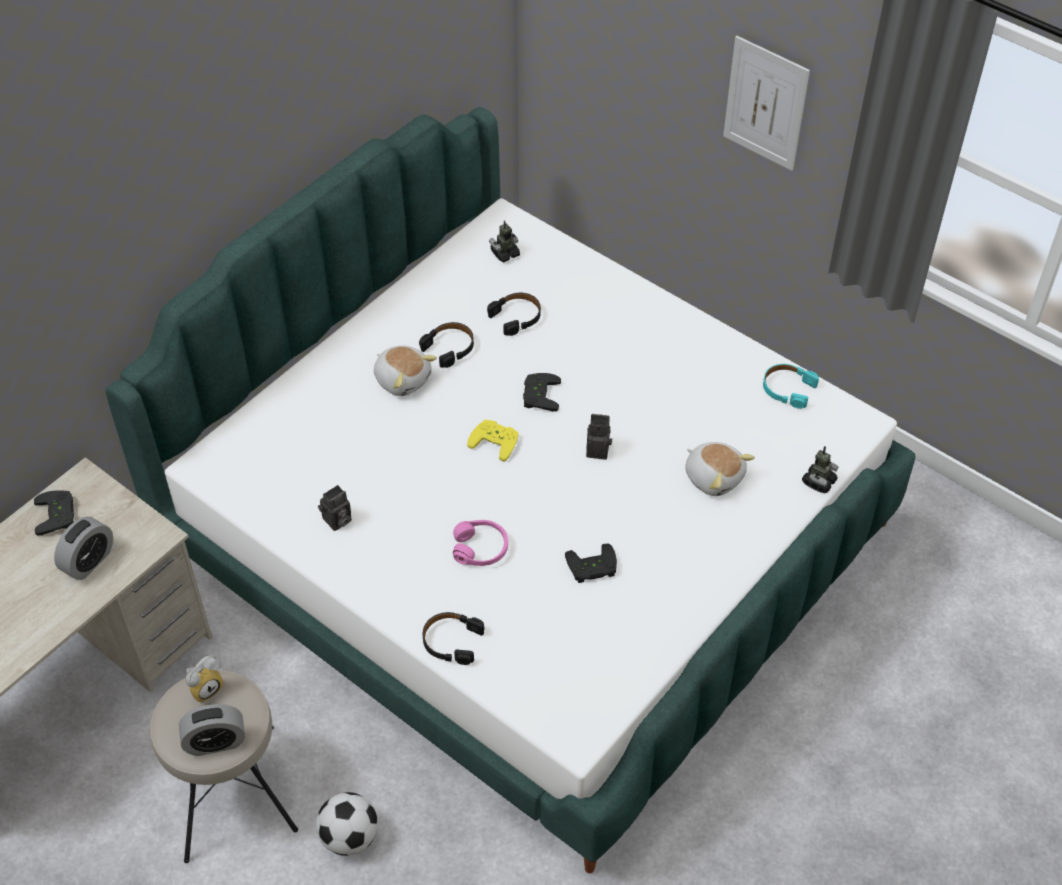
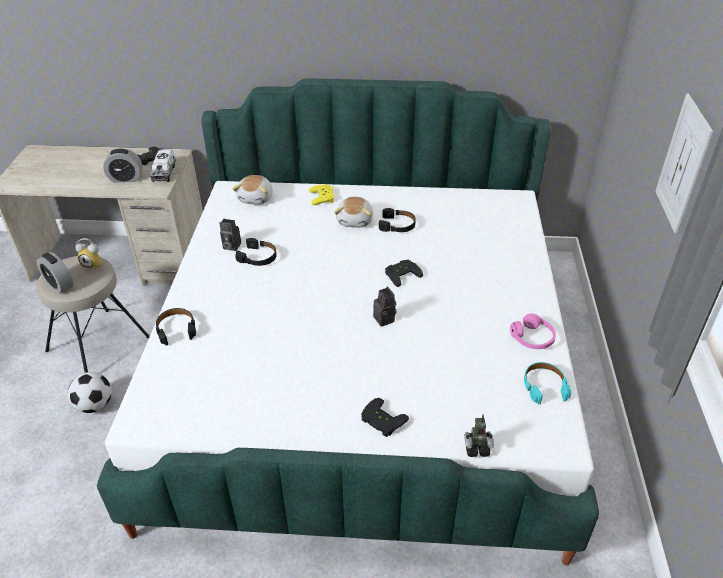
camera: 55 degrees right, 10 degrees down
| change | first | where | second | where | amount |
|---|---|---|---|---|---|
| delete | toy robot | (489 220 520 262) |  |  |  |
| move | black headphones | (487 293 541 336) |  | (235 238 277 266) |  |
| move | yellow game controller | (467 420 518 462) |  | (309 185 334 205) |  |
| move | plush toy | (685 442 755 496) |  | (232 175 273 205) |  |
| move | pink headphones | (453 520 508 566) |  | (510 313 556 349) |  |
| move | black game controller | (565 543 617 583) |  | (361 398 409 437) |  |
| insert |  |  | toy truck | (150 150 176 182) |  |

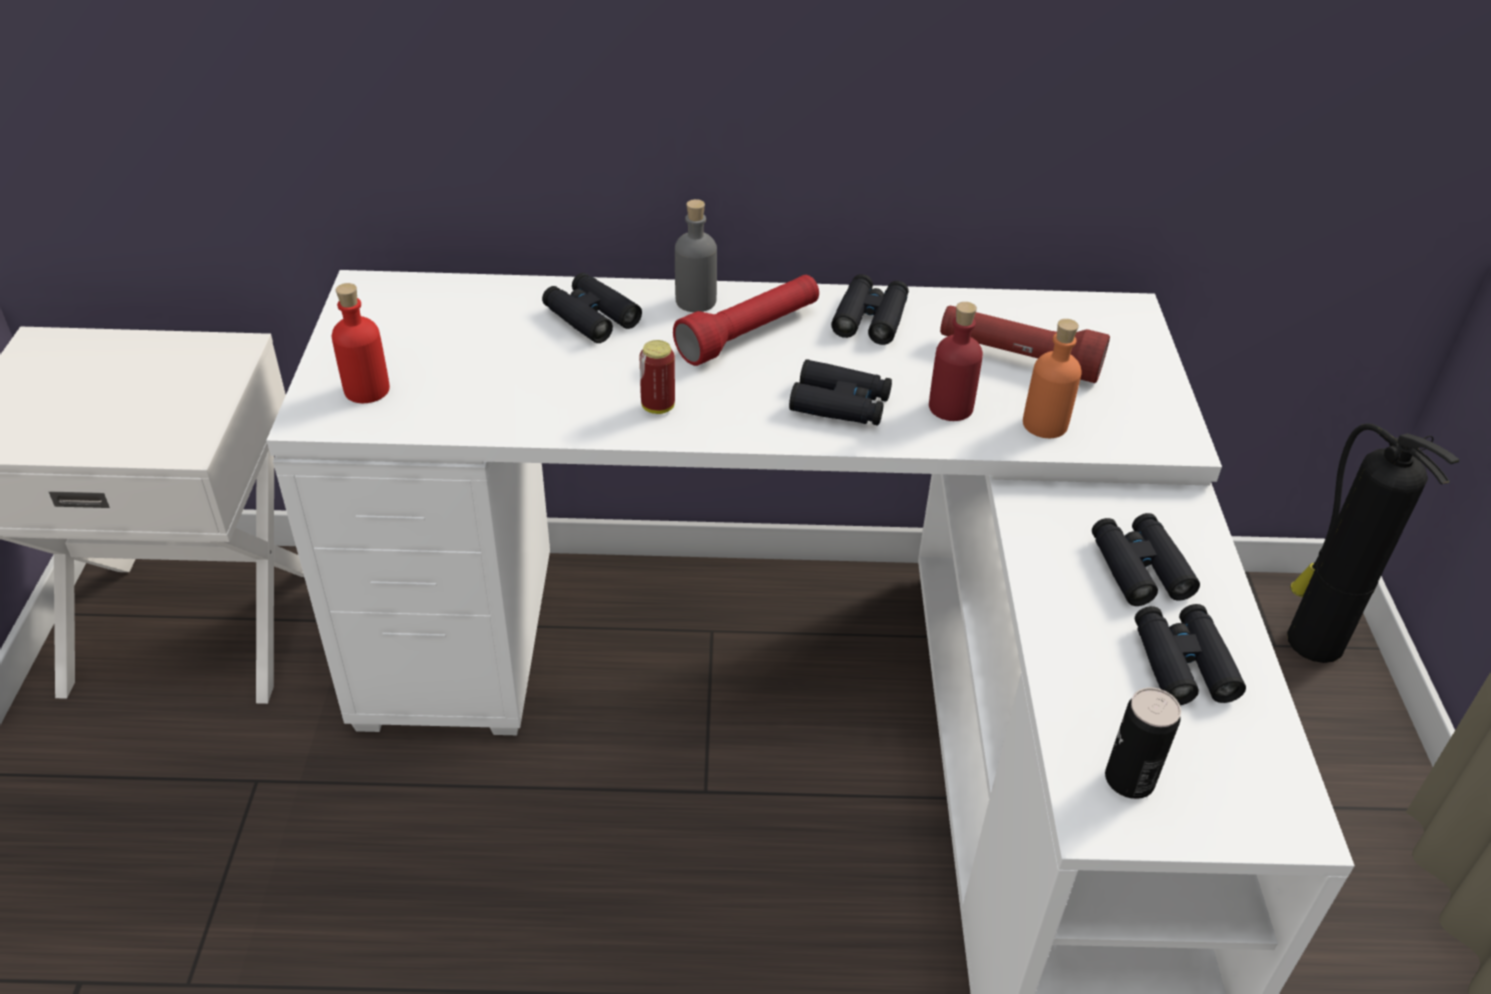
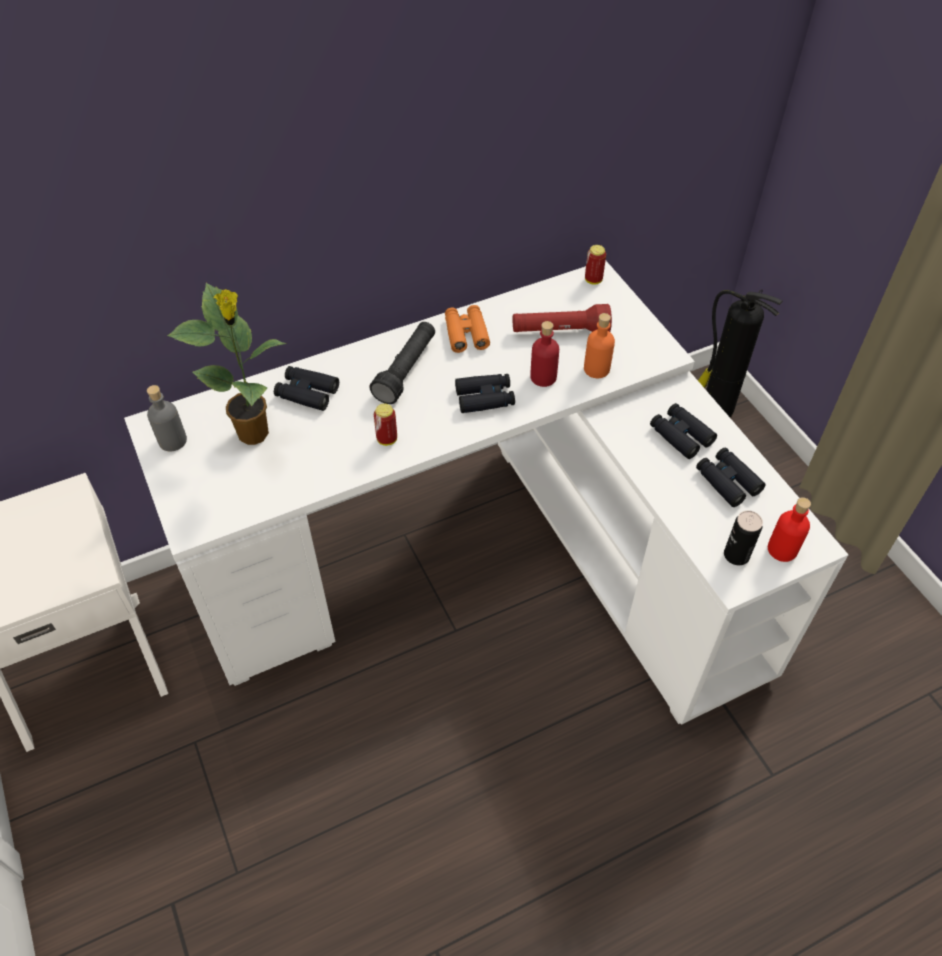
camera: 25 degrees left, 10 degrees up
| change | first | where | second | where | amount |
|---|---|---|---|---|---|
| move | grey bottle | (675 199 717 312) |  | (147 385 187 452) |  |
| recolor | black binoculars | (831 274 909 345) | orange binoculars | (445 305 490 353) |  |
| recolor | red flashlight | (673 275 819 366) | black flashlight | (370 322 435 404) |  |
| move | red bottle | (332 283 390 403) |  | (768 497 811 562) |  |
| insert |  |  | can | (585 245 606 285) |  |
| insert |  |  | potted plant | (167 283 287 445) |  |

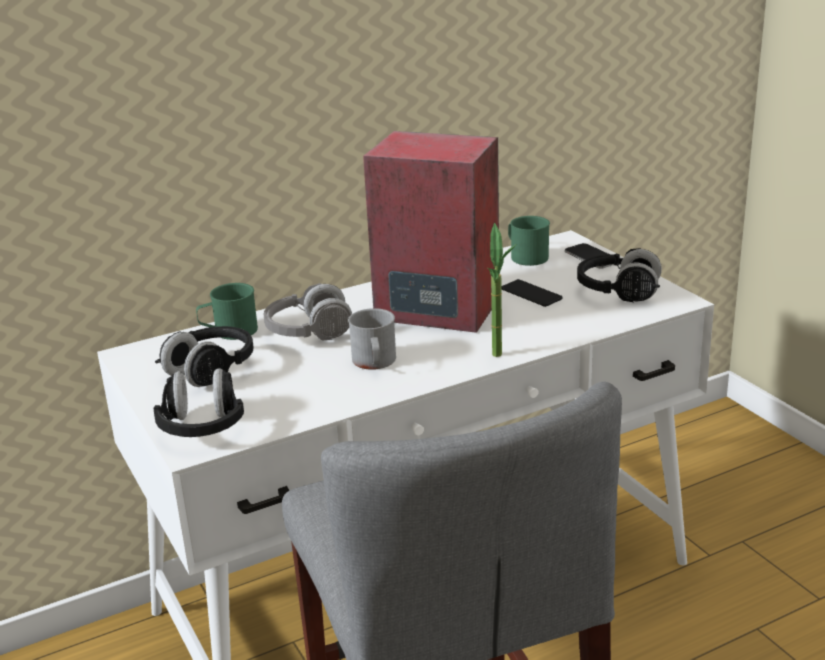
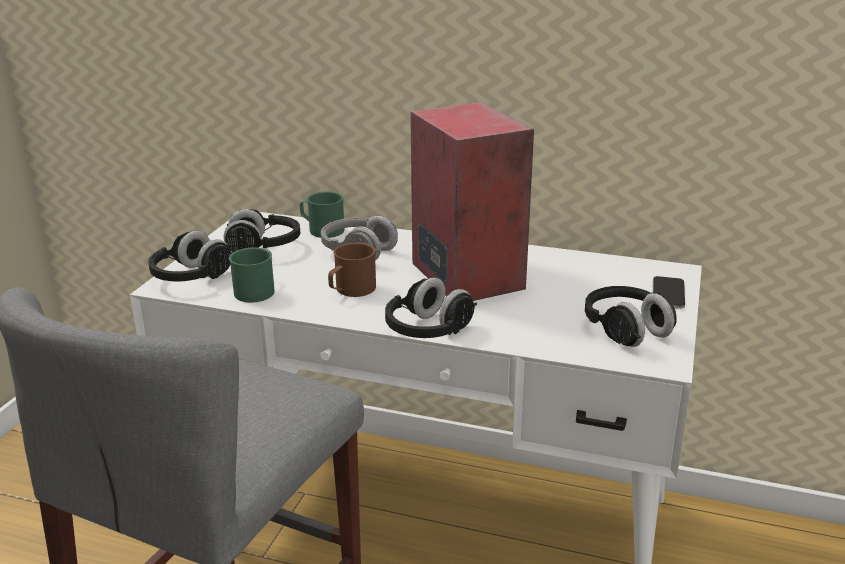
camera: 45 degrees right, 0 degrees up
| change | first | where | second | where | amount |
|---|---|---|---|---|---|
| move | green mug | (508 216 550 266) |  | (229 247 275 303) |  |
| replace | potted plant | (488 223 517 357) | black headphones | (385 277 477 338) |  |
| delete | phone | (501 279 562 307) |  |  |  |
| recolor | grey mug | (348 308 396 370) | brown mug | (328 242 376 297) |  |

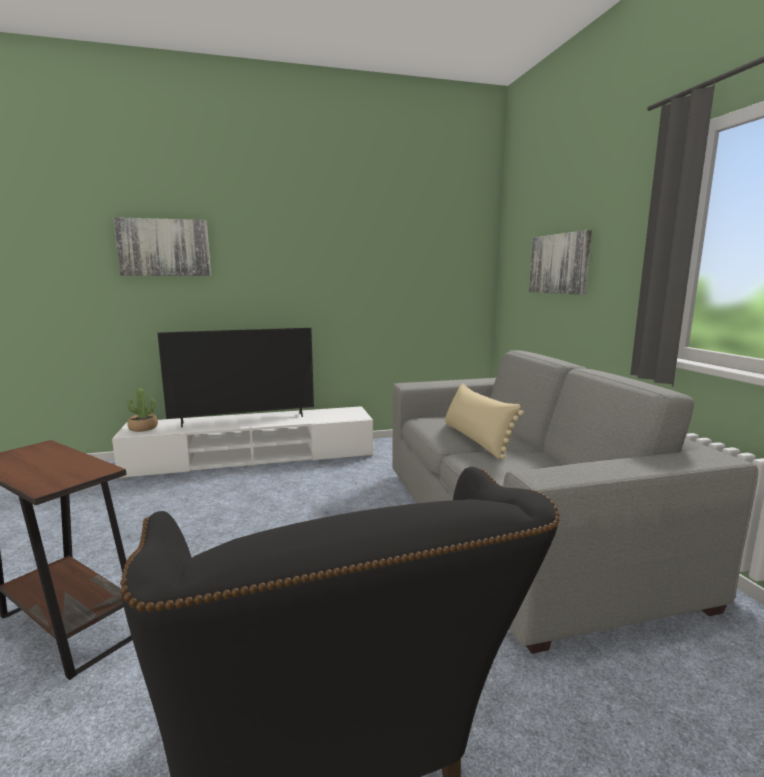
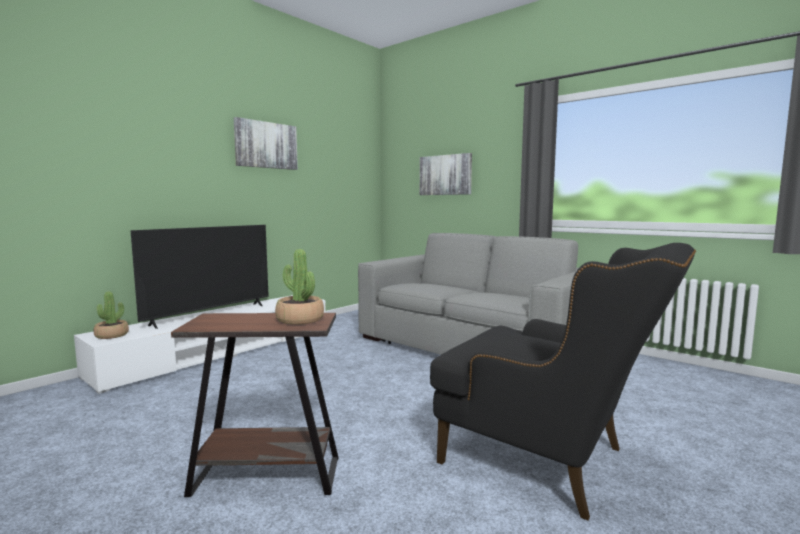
camera: 35 degrees left, 5 degrees down
| change | first | where | second | where | amount |
|---|---|---|---|---|---|
| move | picture | (113 217 211 276) |  | (234 117 298 170) |  |
| delete | beige pillow | (445 383 523 459) |  |  |  |
| insert |  |  | potted plant | (275 249 324 325) |  |

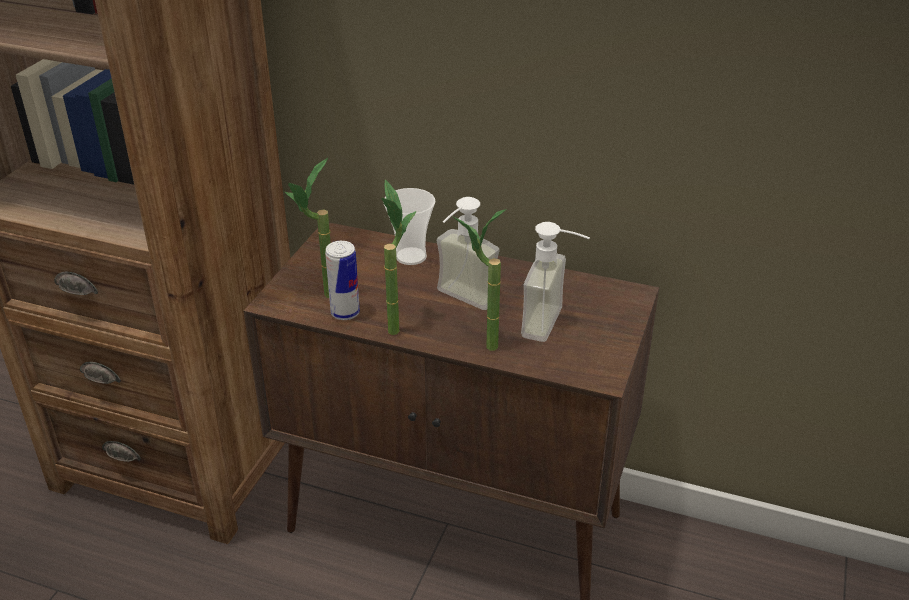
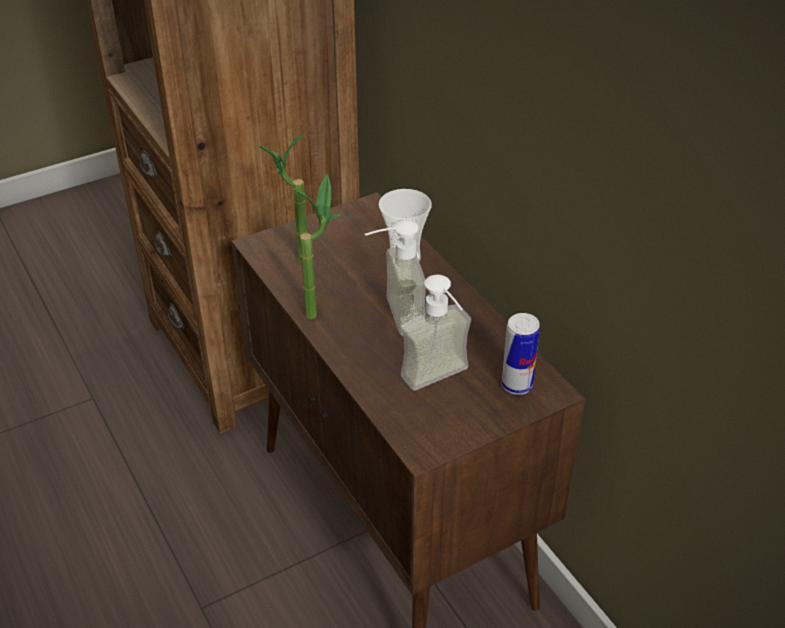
camera: 40 degrees right, 5 degrees up
| change | first | where | second | where | amount |
|---|---|---|---|---|---|
| delete | potted plant | (452 209 507 351) |  |  |  |
| move | can | (325 241 360 320) |  | (502 313 540 395) |  |

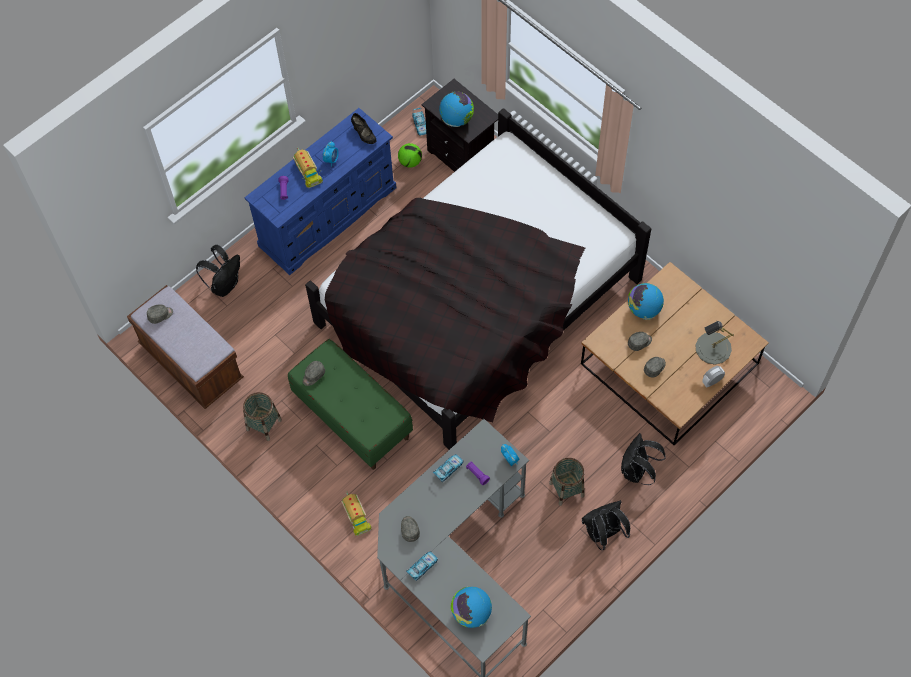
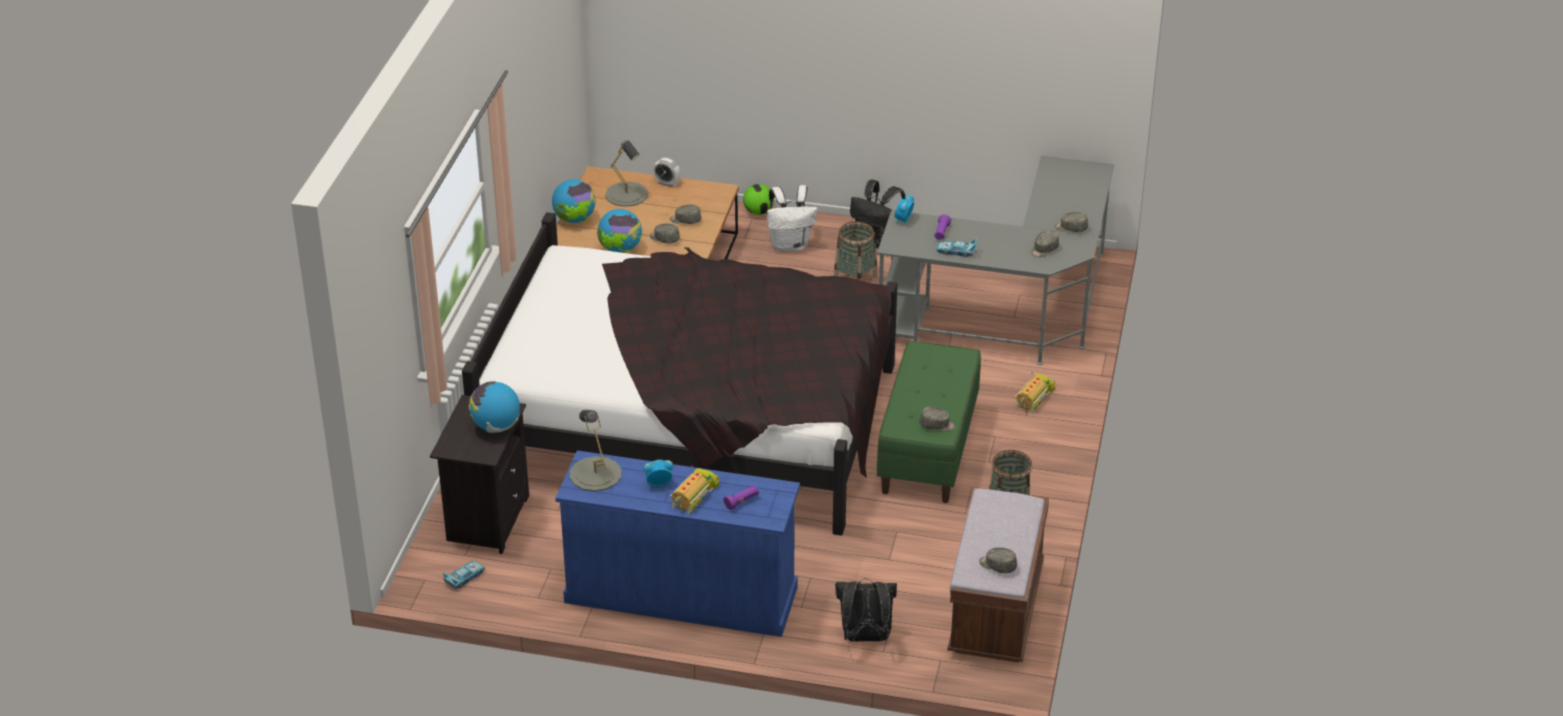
camera: 125 degrees left, 25 degrees down
| change | first | where | second | where | amount |
|---|---|---|---|---|---|
| replace | black shoe | (351 113 376 144) | grey table lamp | (570 410 622 492) |  |
| move | football | (398 143 422 168) |  | (743 184 774 215) |  |
| recolor | black backpack | (621 433 666 485) | white backpack | (767 185 818 252) |  |
| replace | toy car | (406 552 438 581) | grey cap | (1054 212 1088 232) |  |
| move | globe | (451 587 492 628) |  | (552 179 596 223) |  |

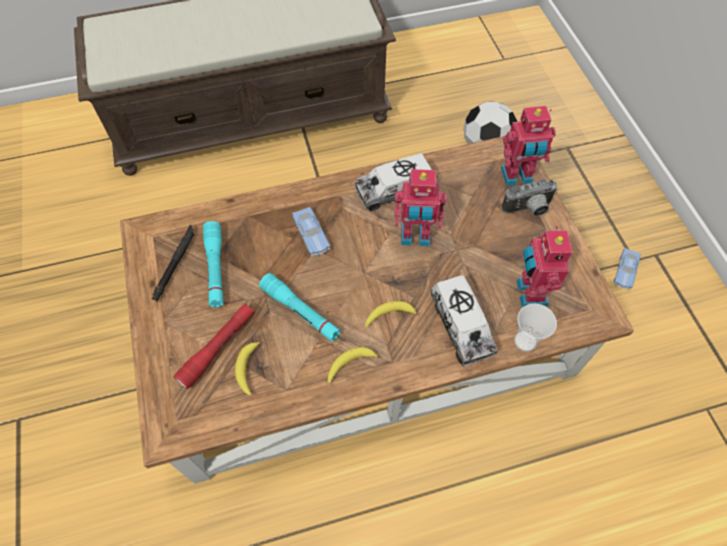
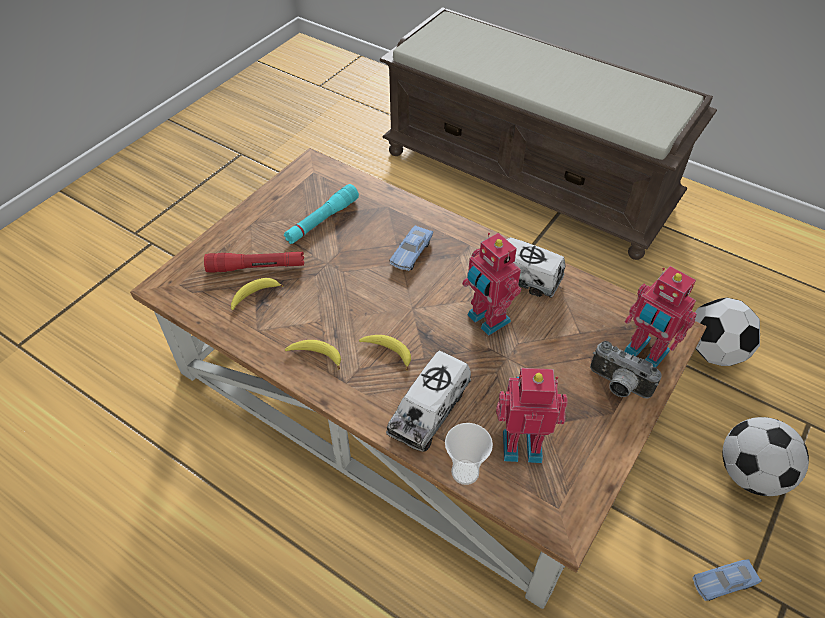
camera: 50 degrees right, 10 degrees down
| change | first | where | second | where | amount |
|---|---|---|---|---|---|
| delete | black flashlight | (152 224 194 301) |  |  |  |
| rotate | toy robot | (517 226 573 307) |  | (496 368 567 463) | 45 degrees clockwise |
| delete | turquoise flashlight | (259 273 340 342) |  |  |  |
| insert |  |  | football | (722 417 809 496) |  |

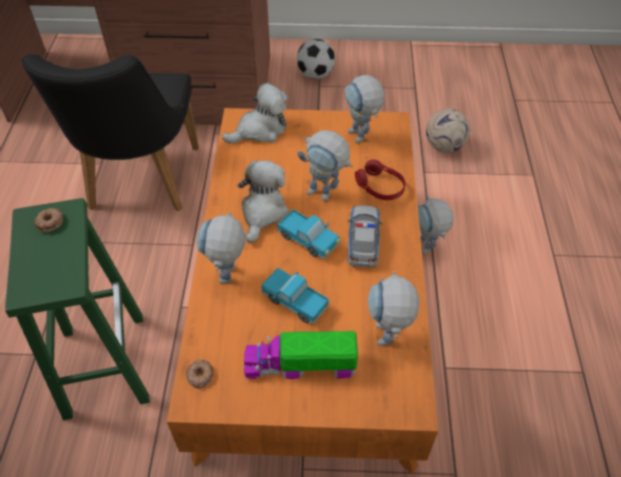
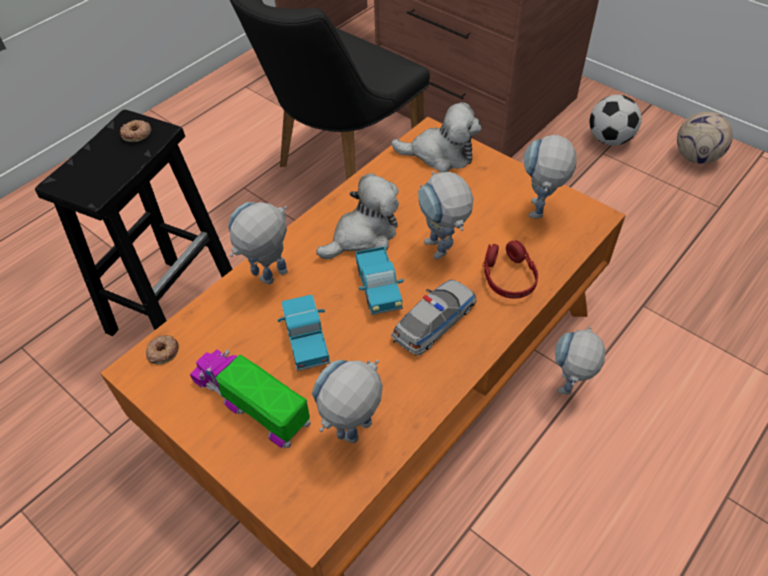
camera: 40 degrees right, 0 degrees up
| change | first | where | second | where | amount |
|---|---|---|---|---|---|
| move | football | (426 108 470 153) |  | (677 112 732 164) |  |
| recolor | green stool | (5 198 150 420) | black stool | (35 110 232 336) |  |

